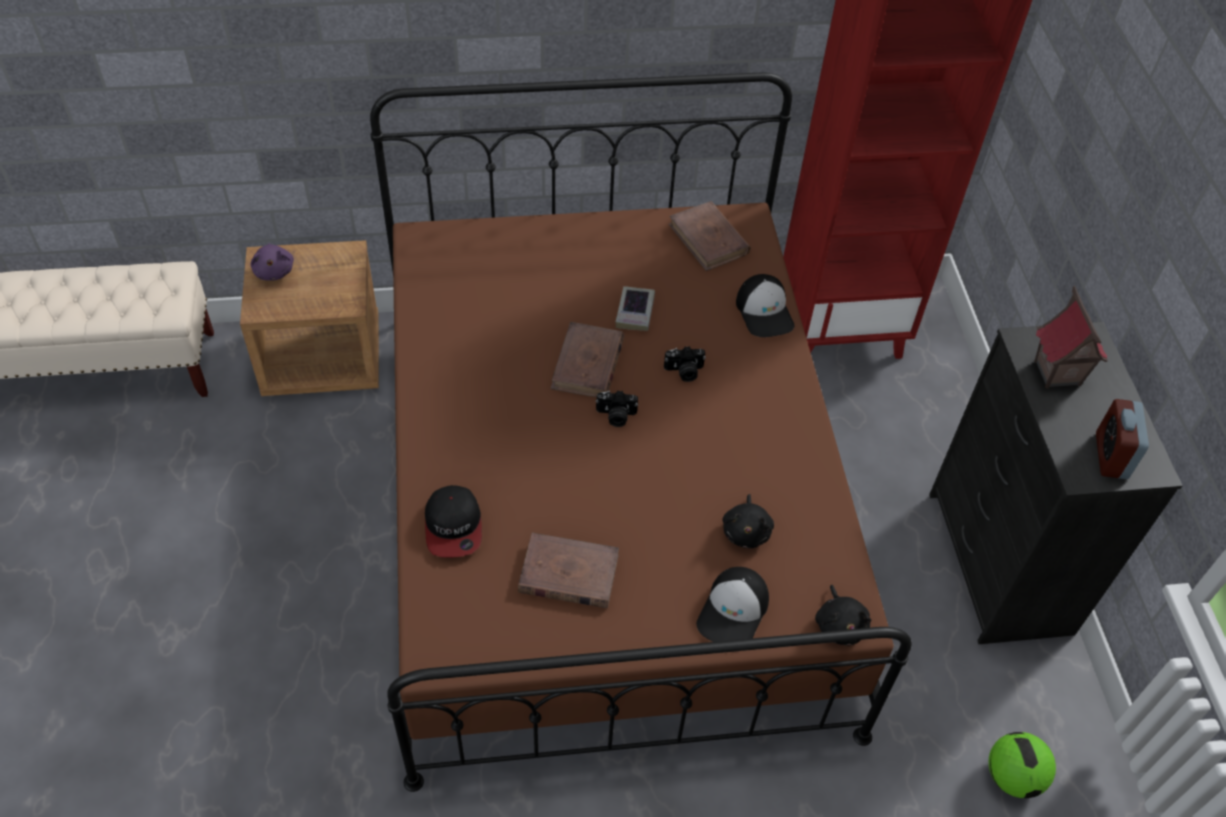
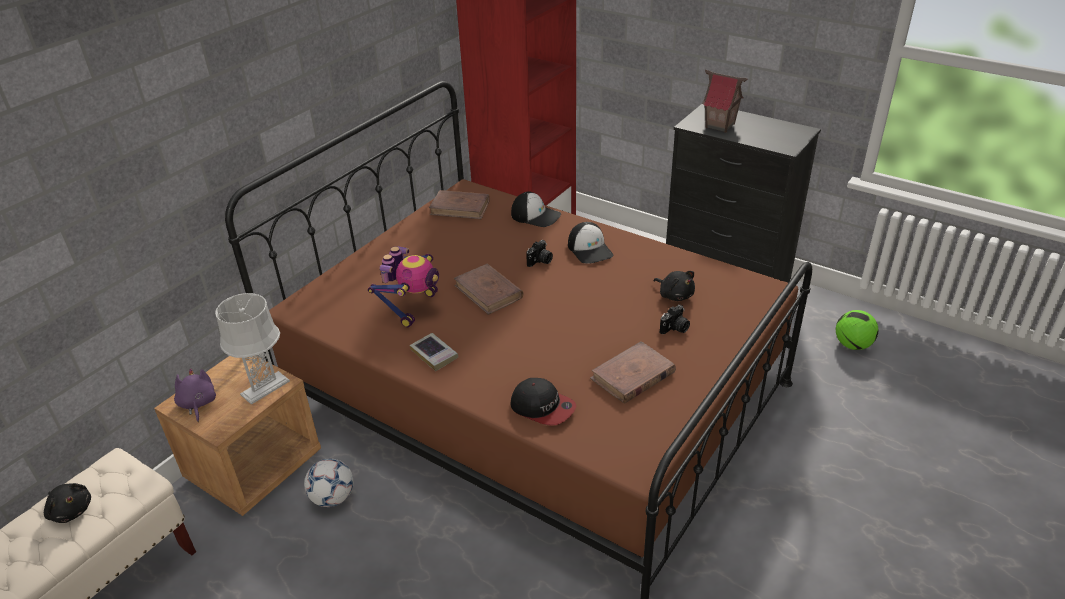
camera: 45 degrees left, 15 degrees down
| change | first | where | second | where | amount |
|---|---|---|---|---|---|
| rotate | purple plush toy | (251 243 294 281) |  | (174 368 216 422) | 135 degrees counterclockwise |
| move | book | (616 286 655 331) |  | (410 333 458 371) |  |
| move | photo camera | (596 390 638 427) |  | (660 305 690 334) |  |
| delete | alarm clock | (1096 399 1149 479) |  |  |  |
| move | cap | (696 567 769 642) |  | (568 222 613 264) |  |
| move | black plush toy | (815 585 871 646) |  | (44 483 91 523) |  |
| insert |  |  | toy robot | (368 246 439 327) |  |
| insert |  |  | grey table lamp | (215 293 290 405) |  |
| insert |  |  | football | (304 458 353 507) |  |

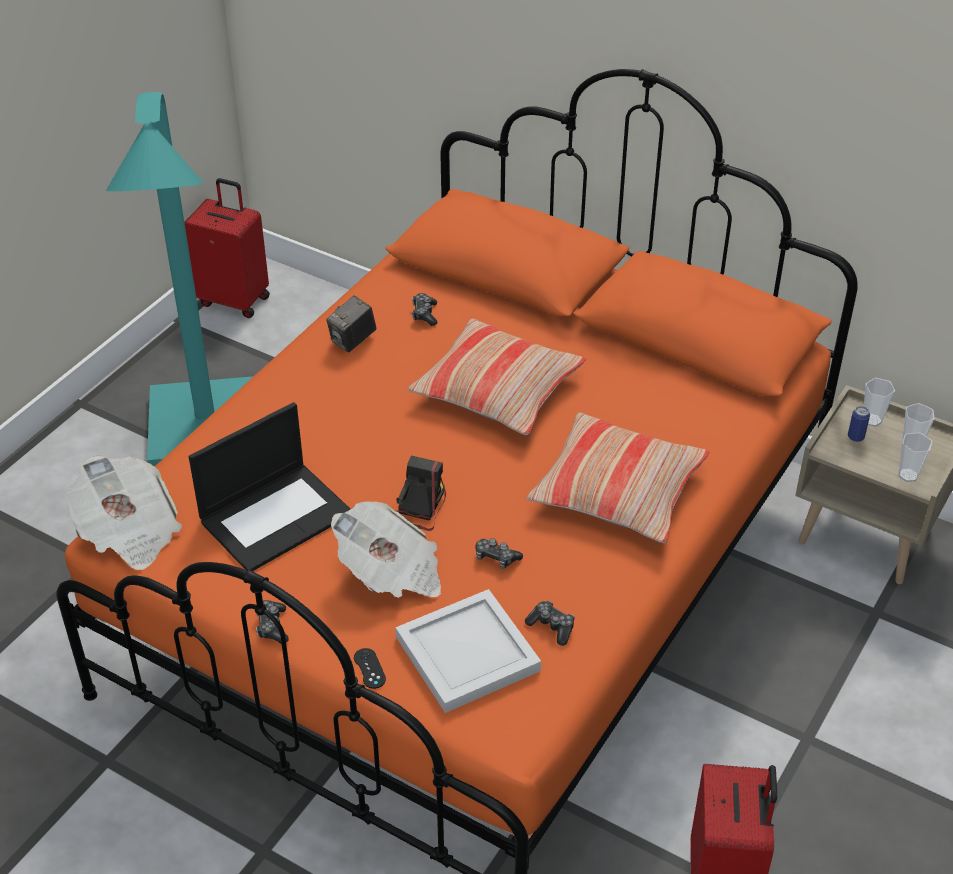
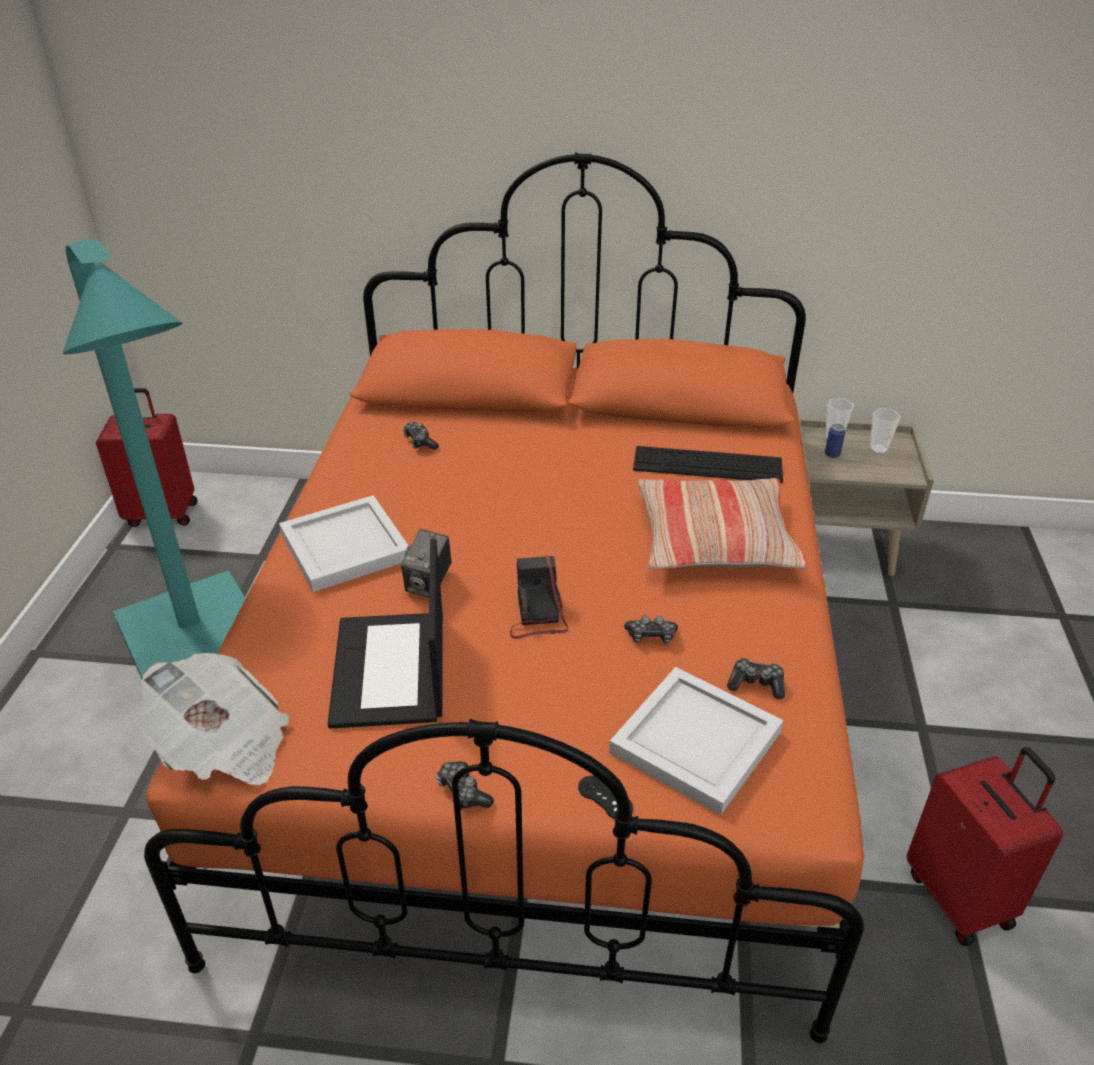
camera: 25 degrees left, 5 degrees down
| change | first | where | second | where | amount |
|---|---|---|---|---|---|
| move | photo camera | (326 295 377 353) |  | (401 529 452 598) |  |
| delete | pillow | (408 318 586 435) |  |  |  |
| rotate | laptop | (189 402 350 571) |  | (328 539 443 729) | 150 degrees clockwise |
| delete | cup | (899 433 932 482) |  |  |  |
| delete | newspaper | (331 501 441 598) |  |  |  |
| insert |  |  | keyboard | (633 446 783 483) |  |
| insert |  |  | white tray | (279 495 409 592) |  |

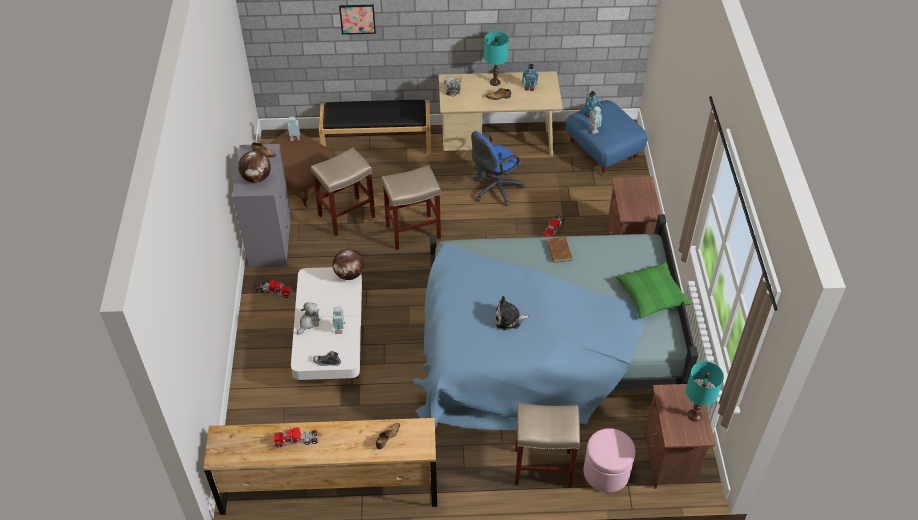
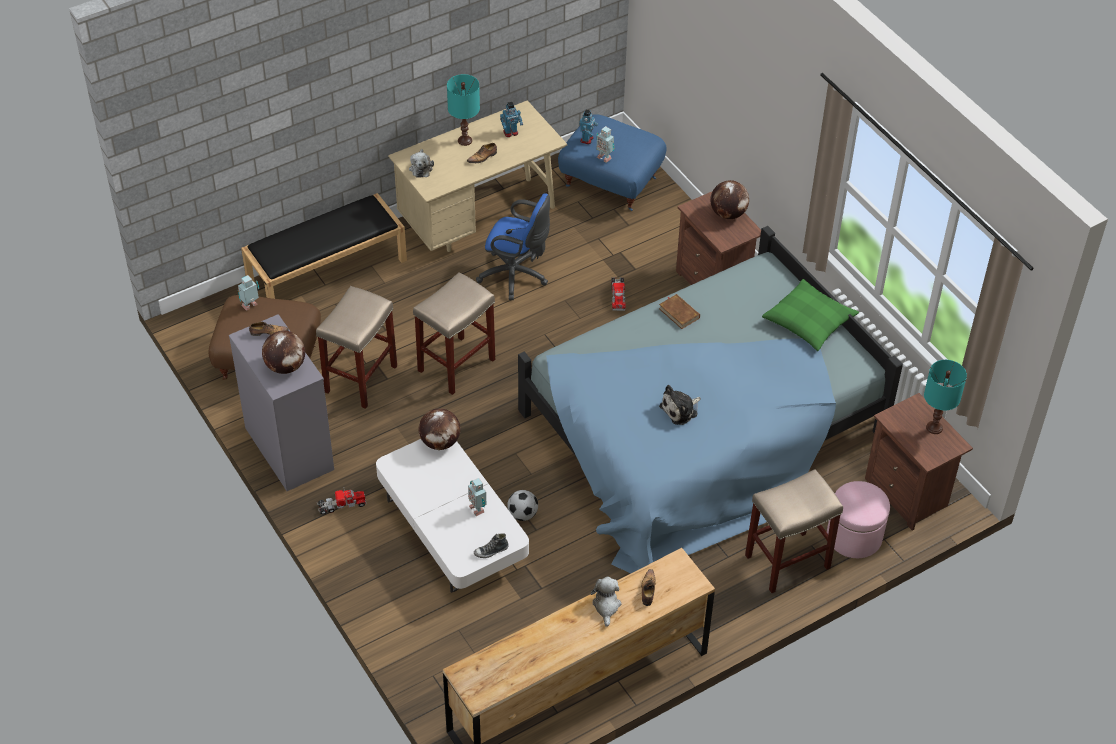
camera: 30 degrees left, 0 degrees up
| change | first | where | second | where | amount |
|---|---|---|---|---|---|
| delete | picture | (339 5 376 35) |  |  |  |
| rotate | blue office chair | (471 131 525 206) |  | (476 193 550 300) | 90 degrees counterclockwise |
| move | plush toy | (297 302 320 334) |  | (591 577 622 627) |  |
| delete | toy truck | (274 426 319 447) |  |  |  |
| insert |  |  | globe | (710 180 749 219) |  |
| insert |  |  | football | (507 490 538 521) |  |

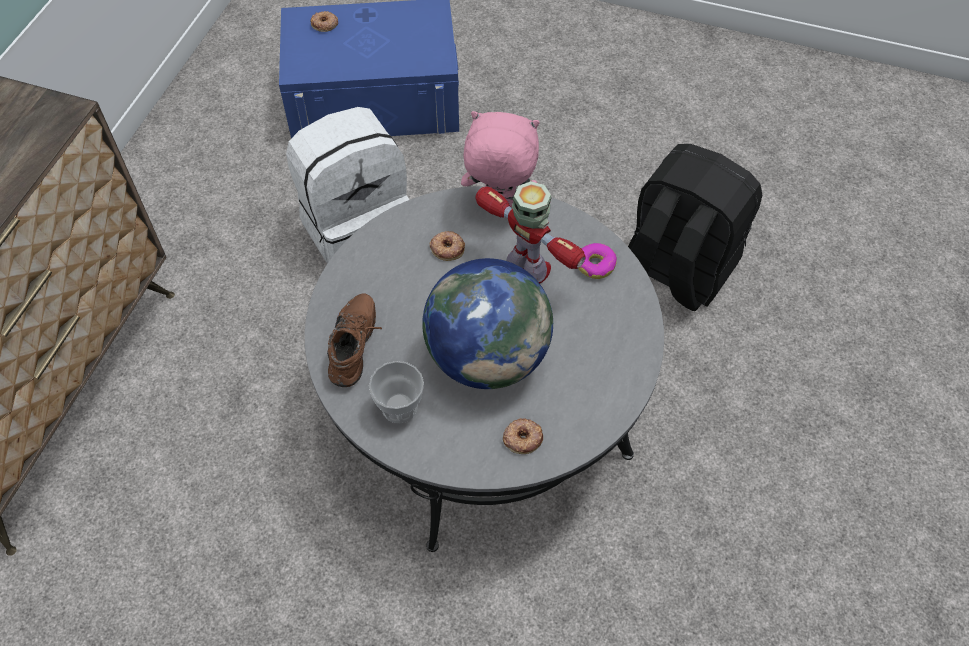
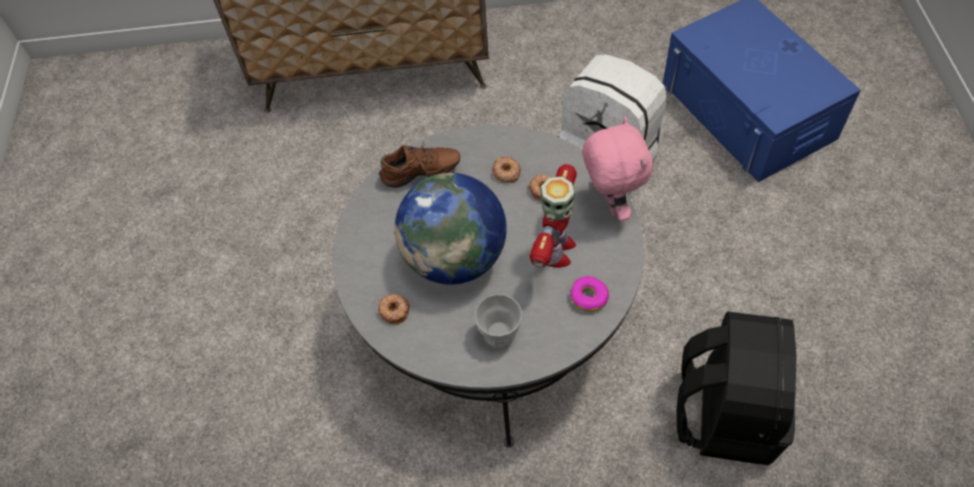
camera: 70 degrees right, 0 degrees up
| change | first | where | second | where | amount |
|---|---|---|---|---|---|
| move | donut | (311 11 338 32) |  | (492 156 521 183) |  |
| move | cup | (369 361 424 423) |  | (474 294 522 348) |  |

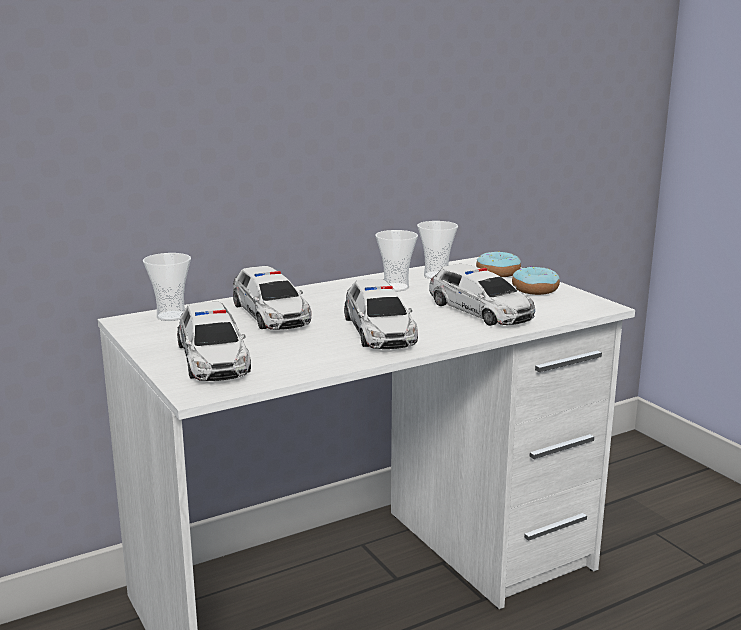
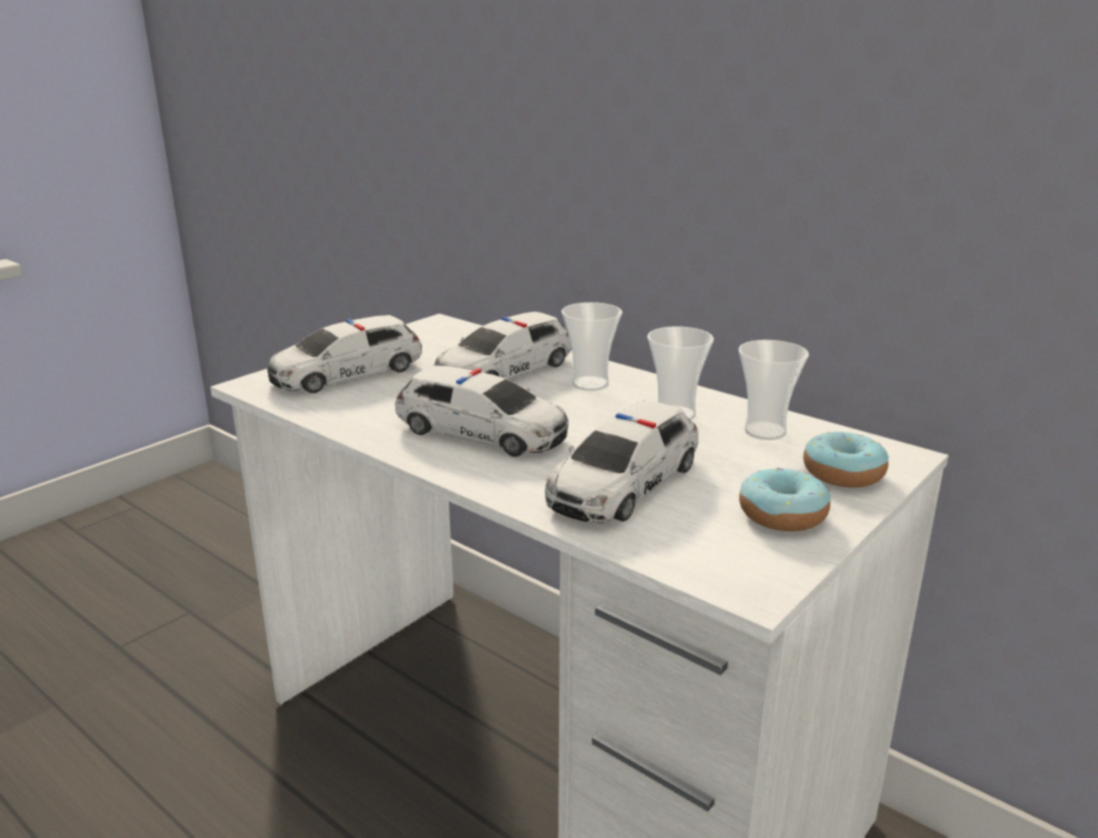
camera: 70 degrees right, 5 degrees up
| change | first | where | second | where | amount |
|---|---|---|---|---|---|
| move | cup | (143 253 191 321) |  | (561 302 622 391) |  |
| rotate | toy car | (344 279 418 349) |  | (395 366 569 457) | 120 degrees counterclockwise |

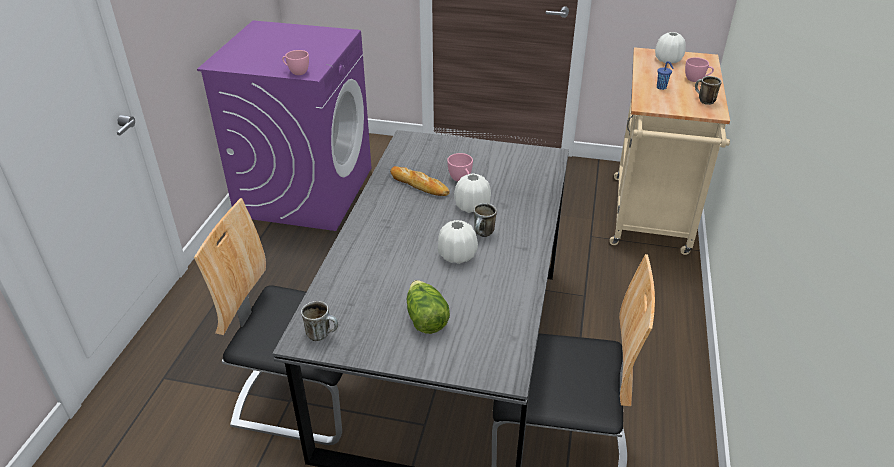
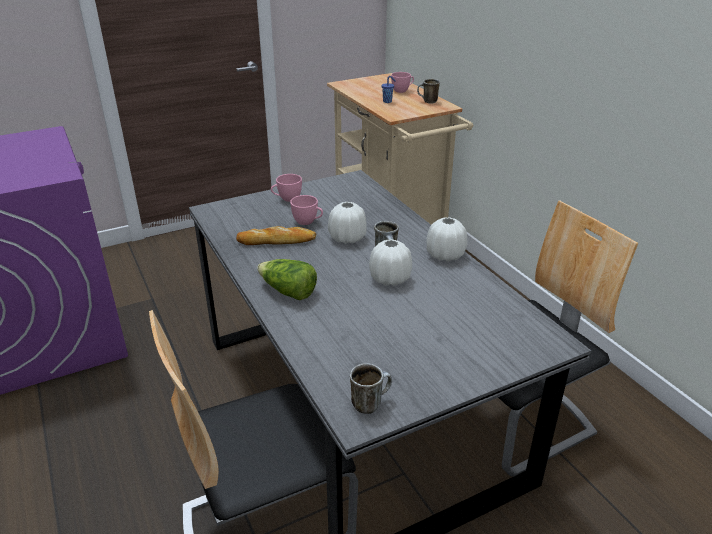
camera: 40 degrees left, 5 degrees down
| change | first | where | second | where | amount |
|---|---|---|---|---|---|
| move | white vase | (655 32 686 63) |  | (426 217 467 262) |  |
| move | pink cup | (282 50 309 75) |  | (271 174 302 202) |  |
| move | lettuce | (407 280 450 334) |  | (257 259 317 300) |  |

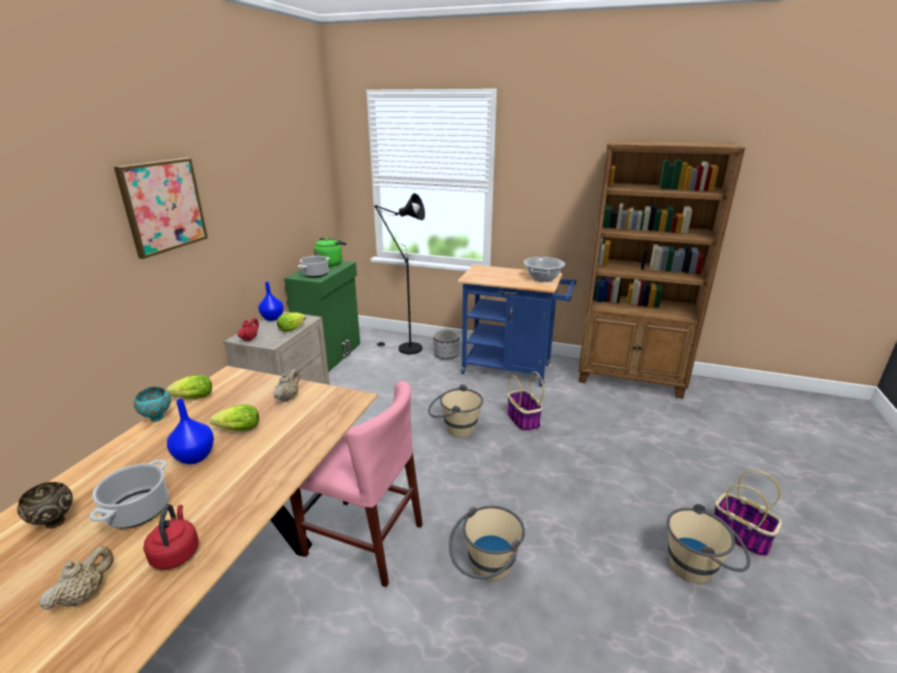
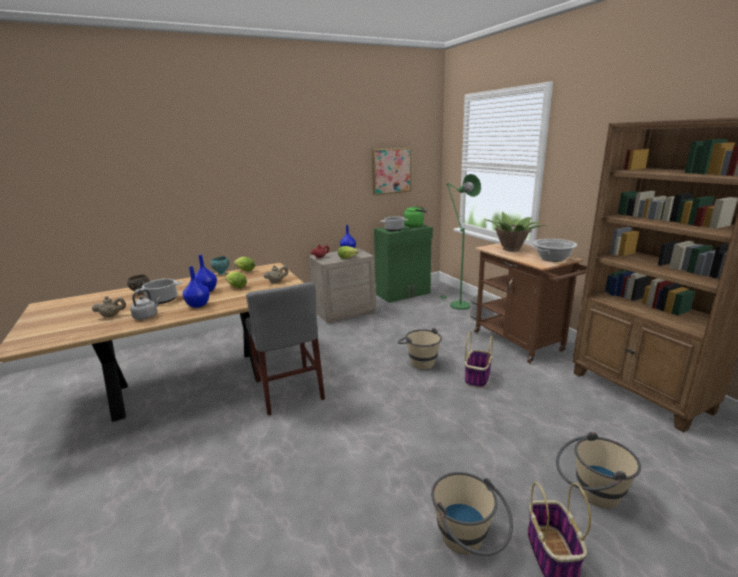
camera: 45 degrees right, 5 degrees down
| change | first | where | second | where | amount |
|---|---|---|---|---|---|
| move | picture | (114 158 208 259) |  | (372 147 412 195) |  |
| recolor | black floor lamp | (374 193 425 354) | green floor lamp | (438 174 481 310) |  |
| recolor | blue cart | (457 265 576 387) | brown cart | (474 243 587 363) |  |
| recolor | pink chair | (290 381 423 587) | grey chair | (245 282 325 415) |  |
| recolor | red kettle | (143 504 199 570) | grey kettle | (130 290 161 320) |  |
| move | beige bucket | (449 506 525 581) |  | (556 432 641 508) |  |
| insert |  |  | potted plant | (486 212 546 252) |  |
| insert |  |  | blue vase | (183 266 210 308) |  |

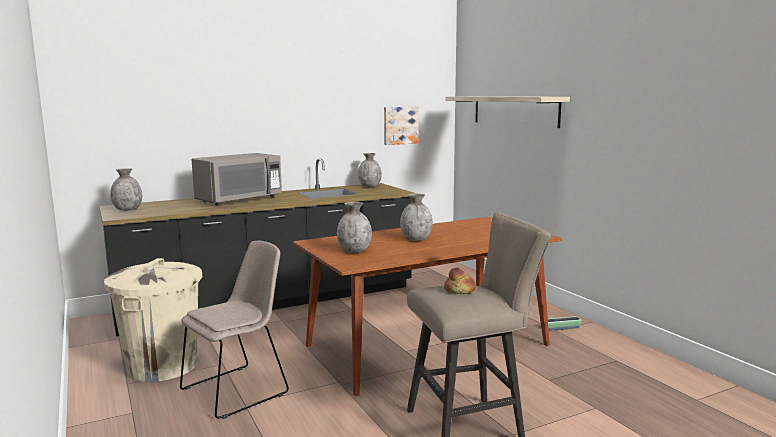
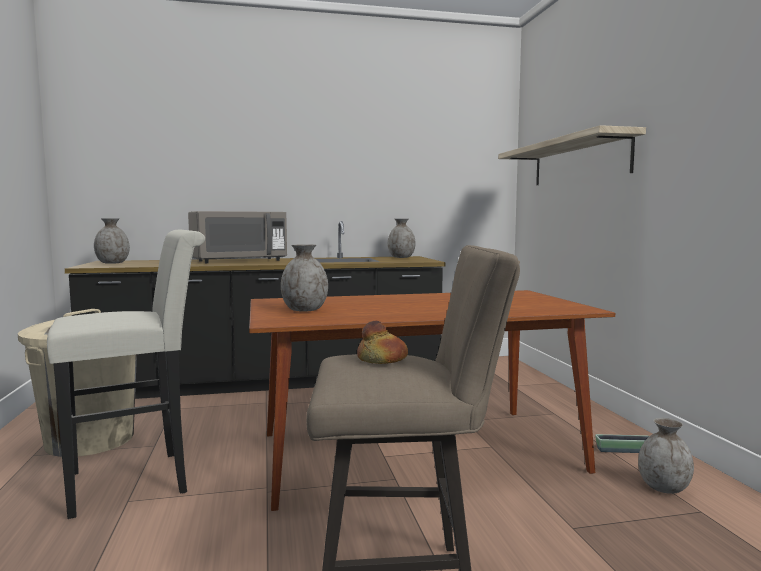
camera: 15 degrees right, 5 degrees down
| change | first | where | second | where | amount |
|---|---|---|---|---|---|
| delete | picture | (384 107 419 145) |  |  |  |
| move | grey vase | (400 194 433 241) |  | (638 418 694 494) |  |
| replace | beige chair | (180 241 289 419) | white stool | (47 230 205 519) |  |

